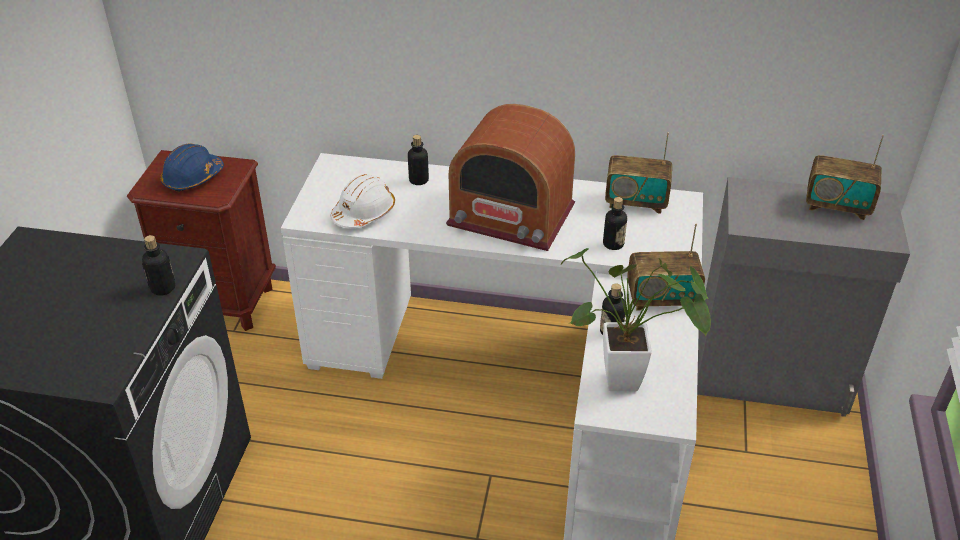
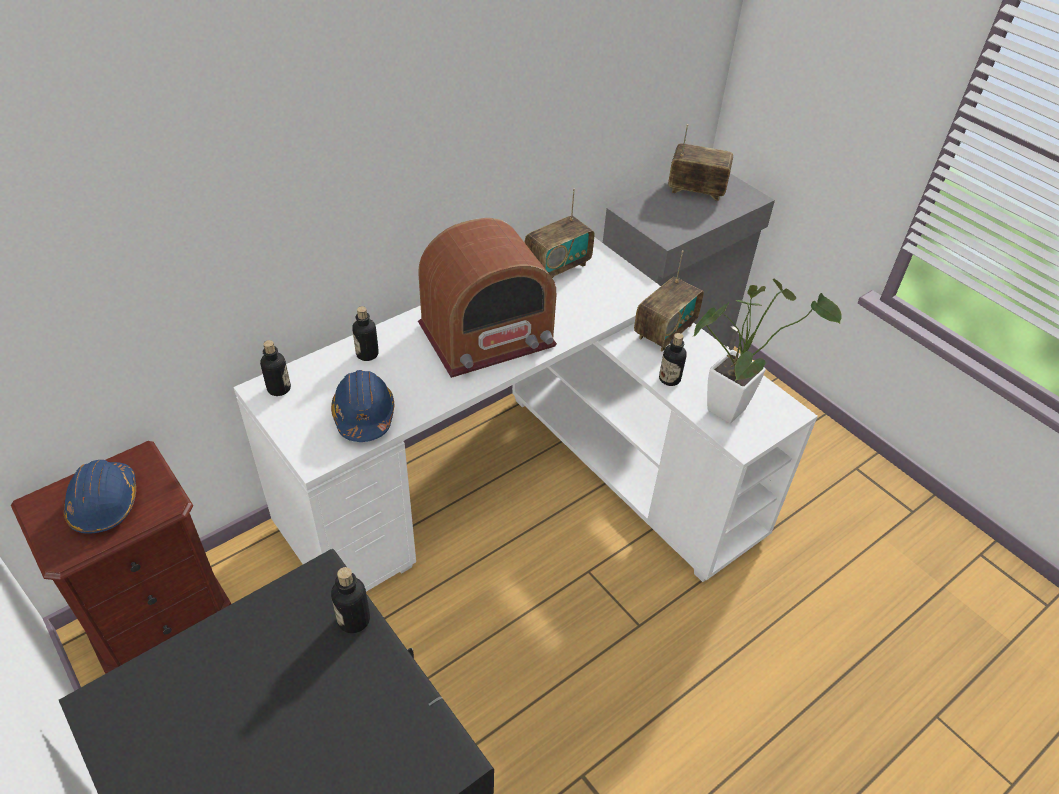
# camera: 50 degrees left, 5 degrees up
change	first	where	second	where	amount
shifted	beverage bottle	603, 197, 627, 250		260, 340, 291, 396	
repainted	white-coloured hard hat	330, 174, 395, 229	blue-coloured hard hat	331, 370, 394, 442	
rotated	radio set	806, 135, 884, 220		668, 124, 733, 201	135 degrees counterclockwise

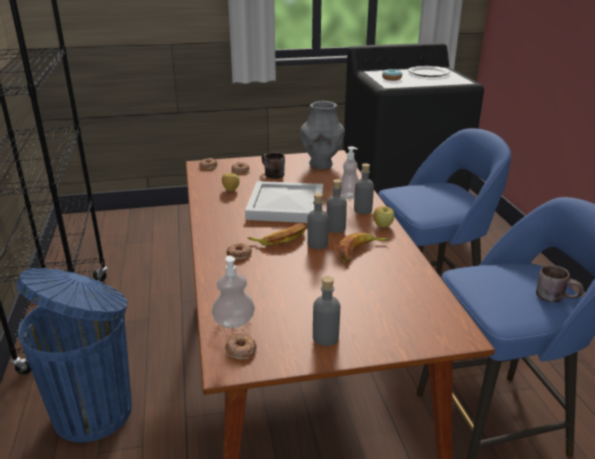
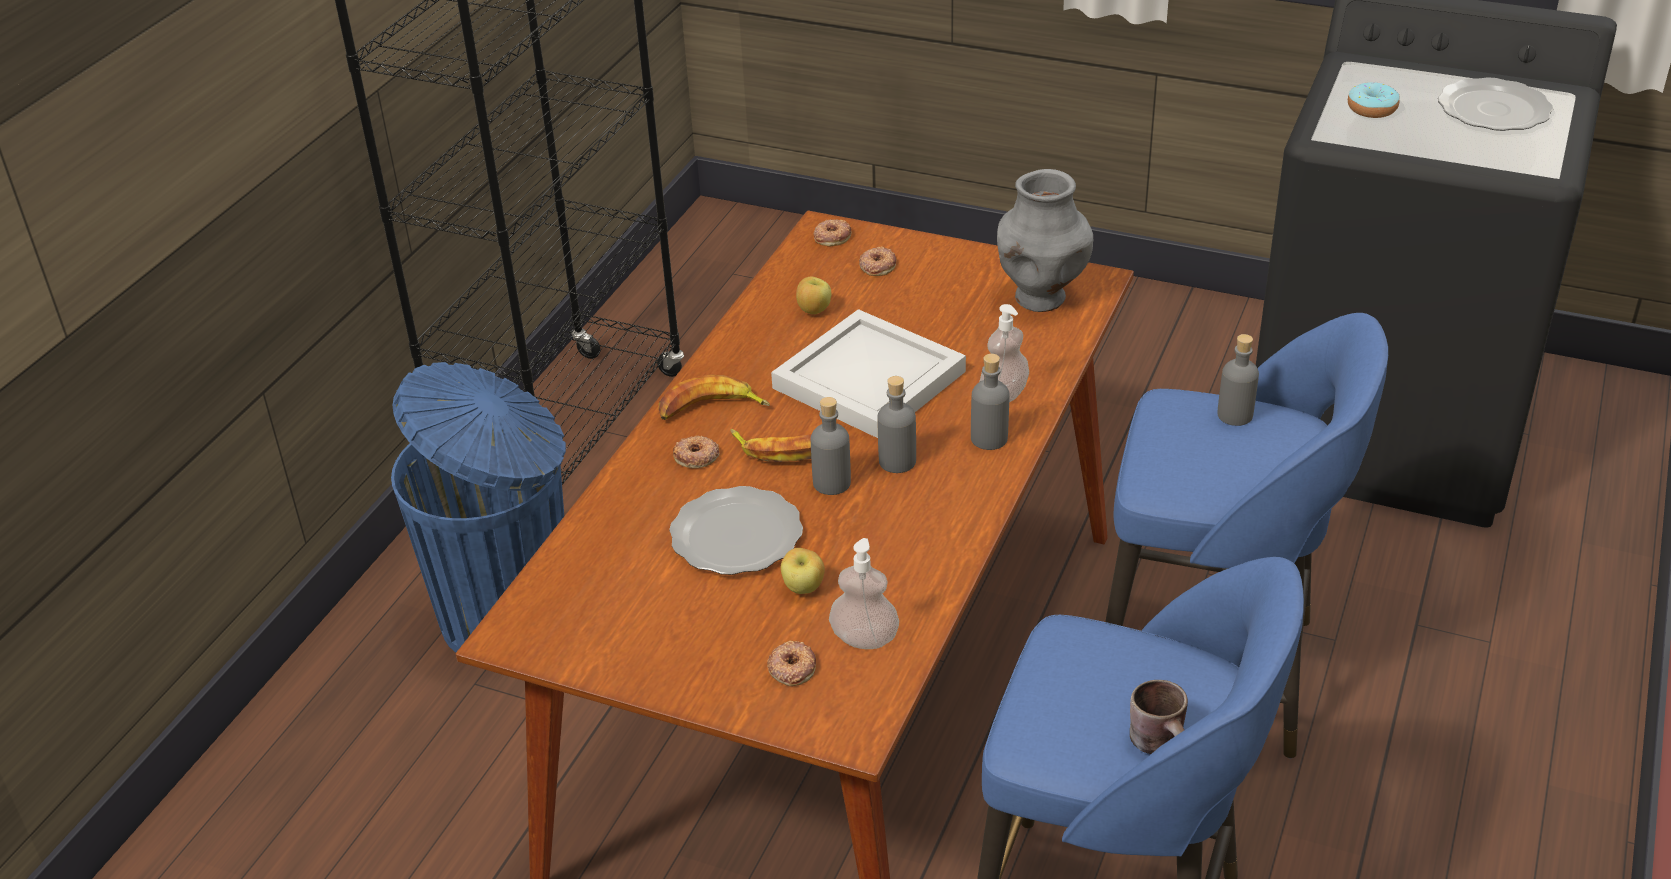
# camera: 35 degrees right, 10 degrees up
change	first	where	second	where	amount
gone	brown tea mug	262, 152, 285, 179			
new			dinner plate	669, 486, 803, 575	
shifted	soap bottle	212, 256, 255, 328		829, 538, 899, 649	
shifted	ring doughnut	225, 333, 257, 359		767, 641, 816, 686	
shifted	grey beverage bottle	313, 276, 340, 346		1217, 334, 1259, 426	
shifted	whole banana	339, 233, 390, 262		659, 375, 770, 420	
shifted	apple	373, 206, 394, 228		781, 548, 825, 594	

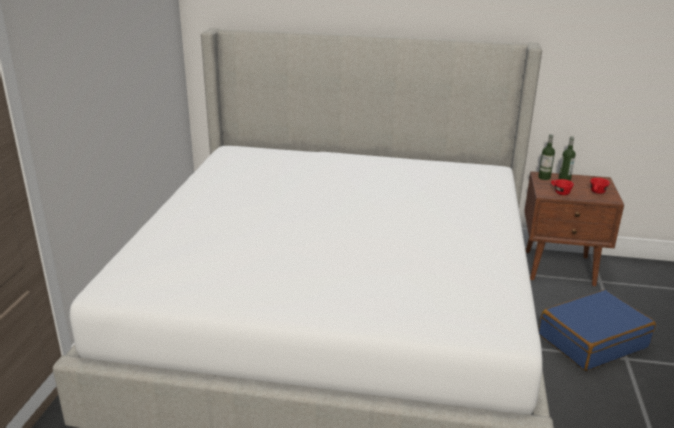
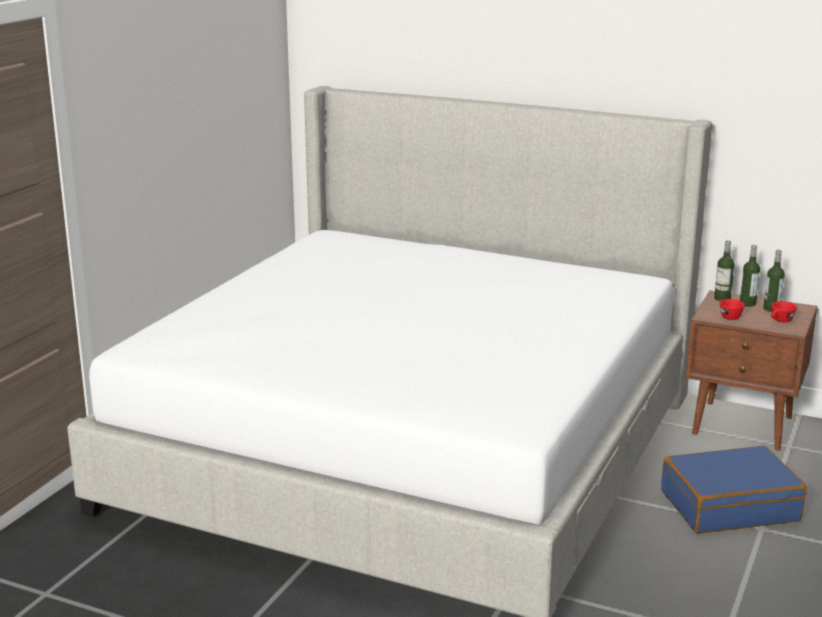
# camera: 15 degrees right, 5 degrees down
change	first	where	second	where	amount
new			beverage bottle	763, 250, 785, 312	

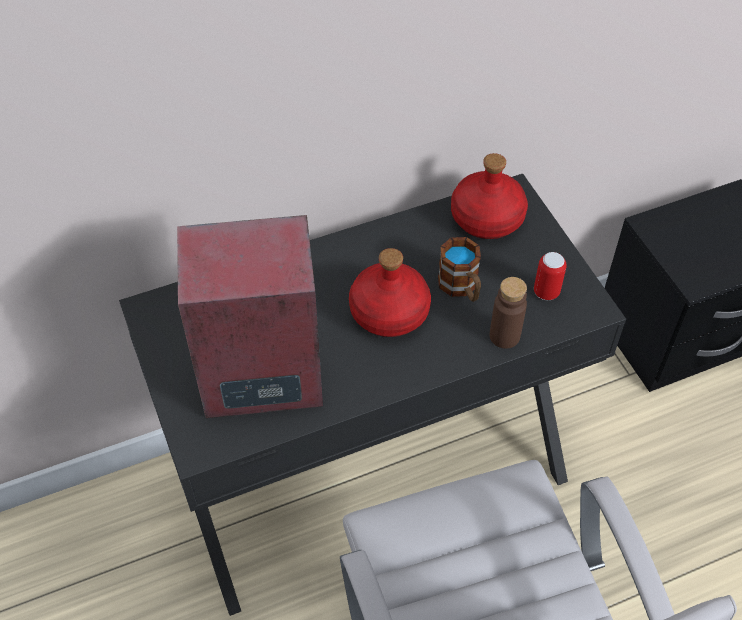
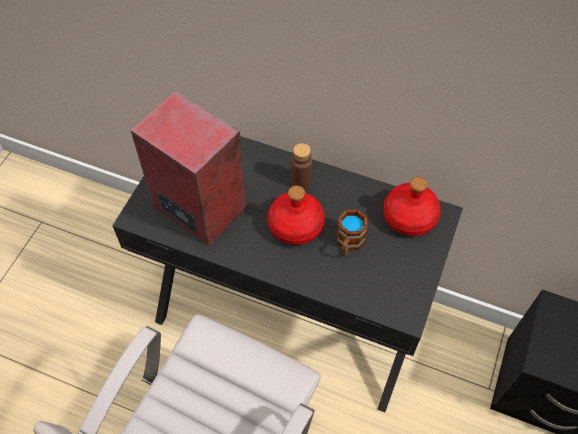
# camera: 45 degrees right, 5 degrees up
change	first	where	second	where	amount
gone	metal can	534, 252, 567, 300			
shifted	brown beverage bottle	490, 277, 527, 349		291, 143, 312, 190	

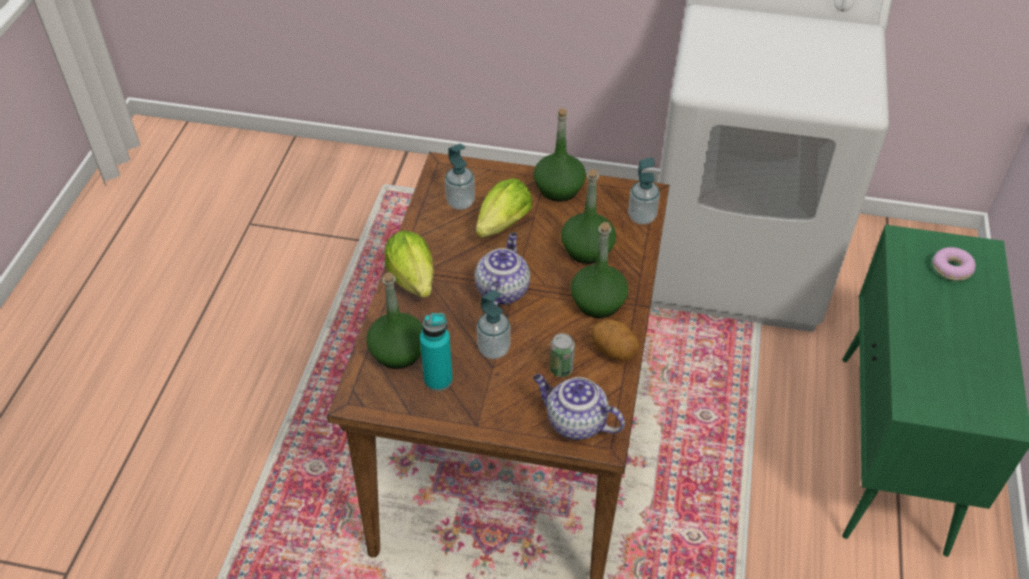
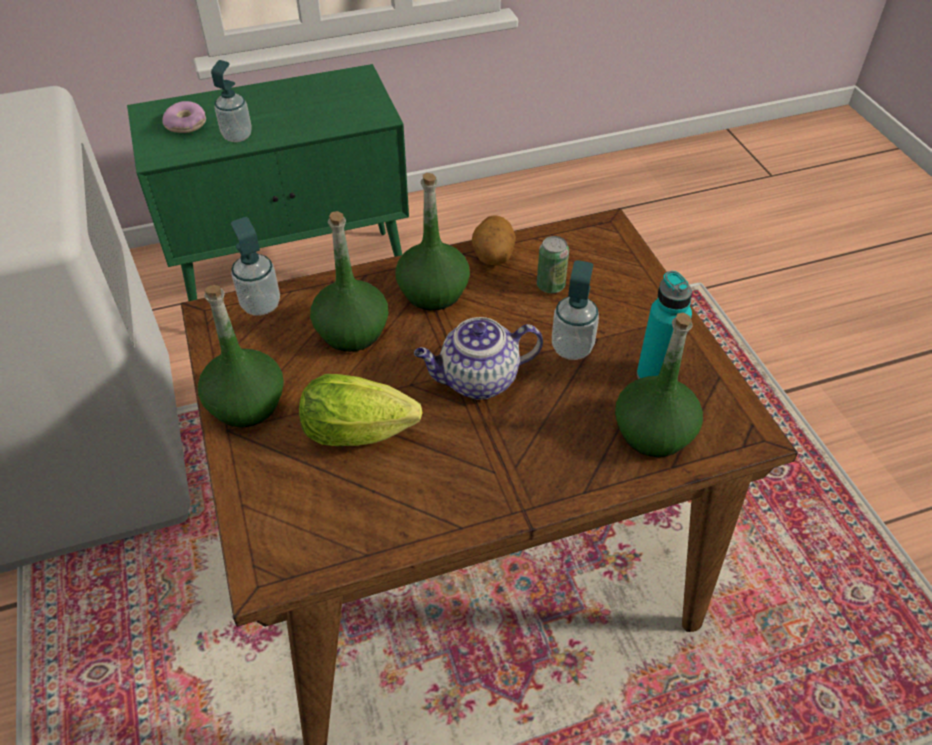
# camera: 120 degrees left, 0 degrees up
change	first	where	second	where	amount
gone	lettuce	384, 231, 434, 298			
gone	pot for tea	533, 374, 625, 440			
shifted	soap bottle	445, 144, 475, 210		211, 60, 252, 142	

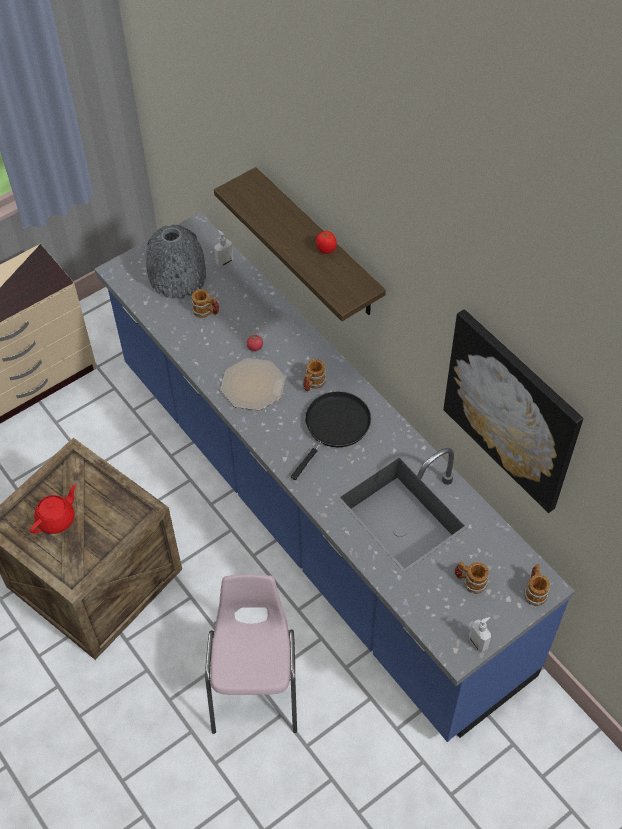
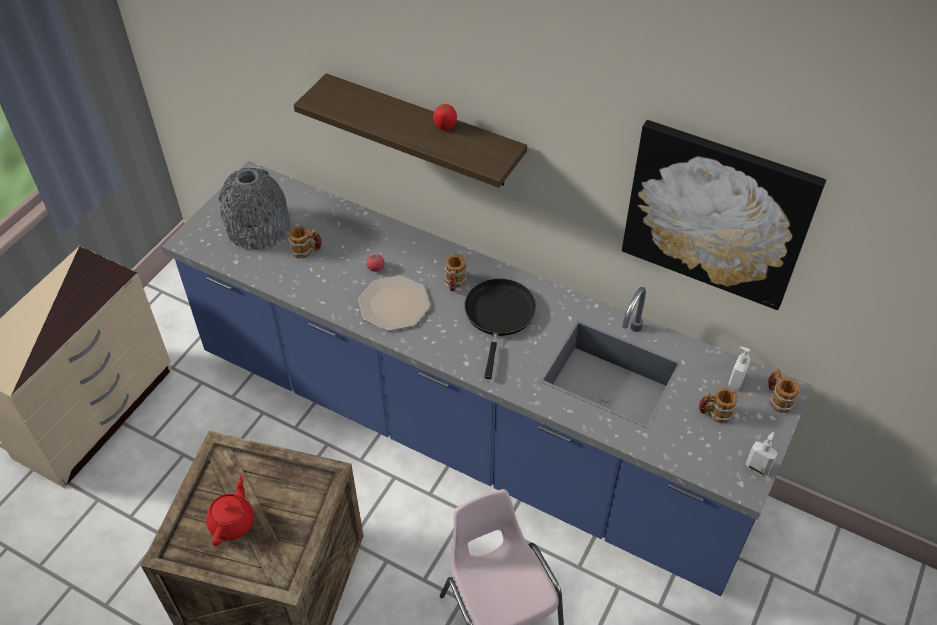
# camera: 25 degrees left, 5 degrees down
change	first	where	second	where	amount
shifted	soap bottle	214, 230, 234, 267		728, 346, 751, 390	

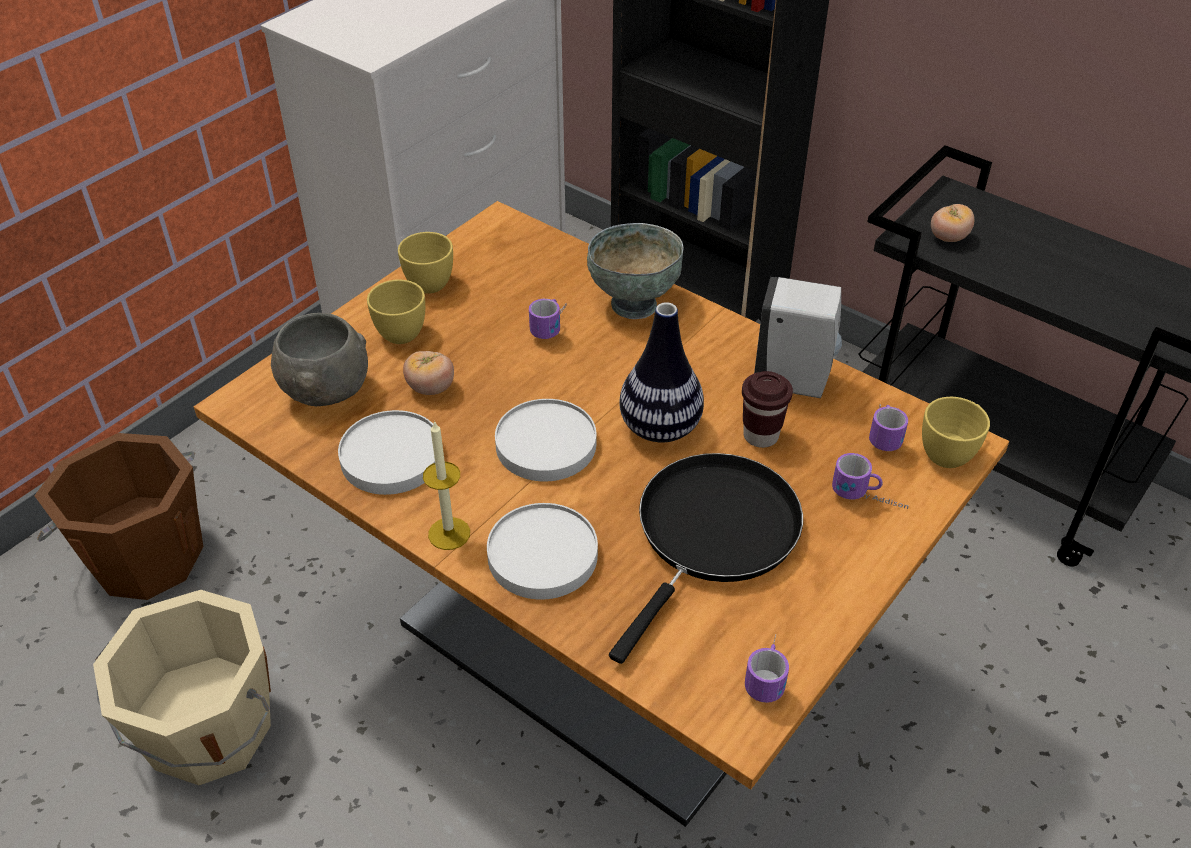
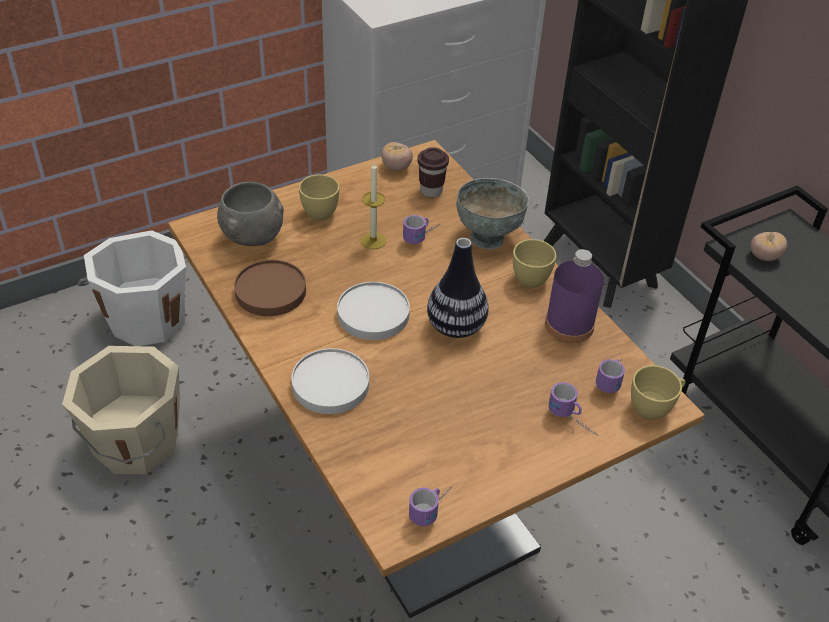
# camera: 20 degrees right, 0 degrees up
change	first	where	second	where	amount
gone	blackish skillet	609, 453, 803, 664			
shifted	yellow small cup	398, 232, 453, 294		513, 239, 556, 288	
shifted	whole tomato	403, 351, 454, 395		381, 142, 413, 171	
shifted	wax light	423, 421, 470, 550		361, 162, 386, 249	
shifted	brown small cup	742, 371, 793, 448		418, 147, 449, 197	
swapped	white-coloured soap bottle	754, 277, 842, 398	purple beverage bottle	545, 249, 604, 343	
repainted	brown pail	34, 433, 204, 600	white-coloured pail	77, 230, 189, 346	
repainted	white-coloured dinner plate	338, 410, 435, 495	brown dinner plate	234, 260, 306, 316	

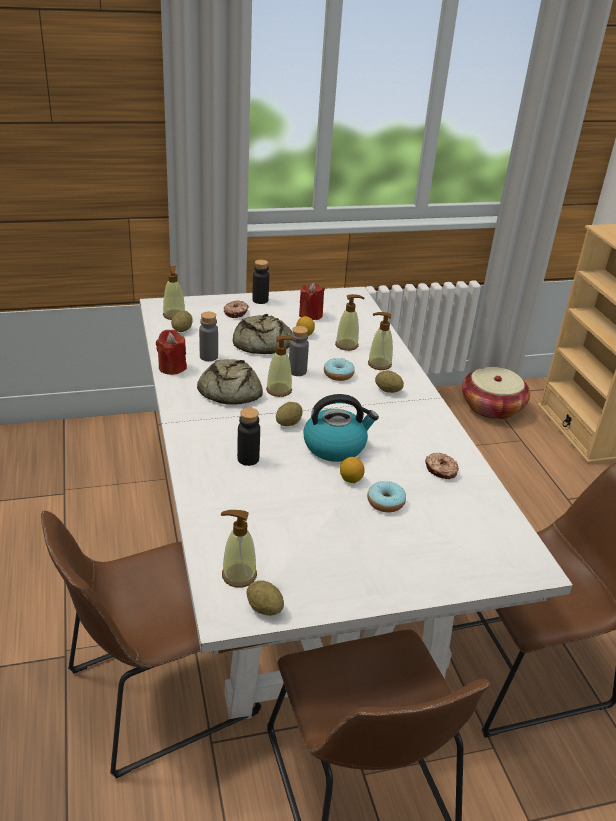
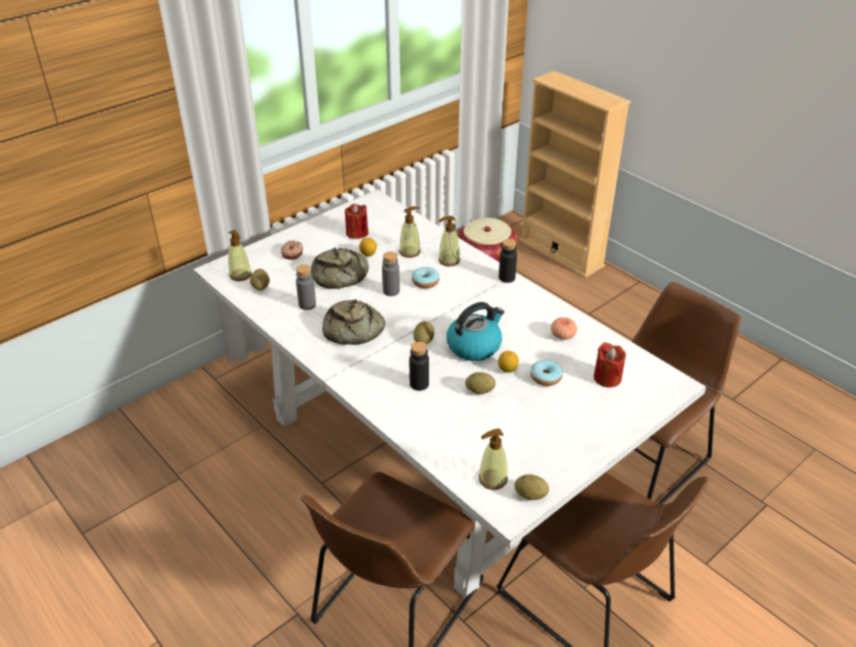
# camera: 25 degrees left, 5 degrees up
change	first	where	second	where	amount
gone	soap bottle	266, 336, 296, 397			
shifted	red-coloured wax light	156, 330, 187, 375		594, 342, 626, 387	
shifted	blackish beverage bottle	252, 260, 269, 304		499, 239, 517, 283	
shifted	potato	375, 370, 404, 393		465, 372, 496, 394	
swapped	ring doughnut	425, 453, 459, 479	whole tomato	551, 317, 577, 340	

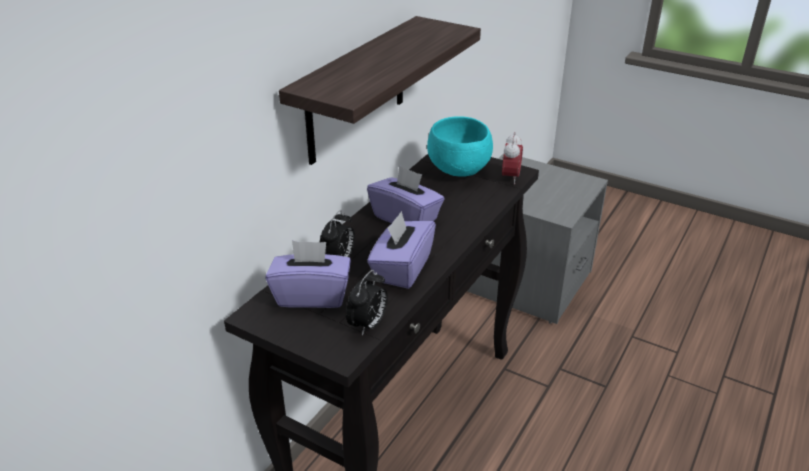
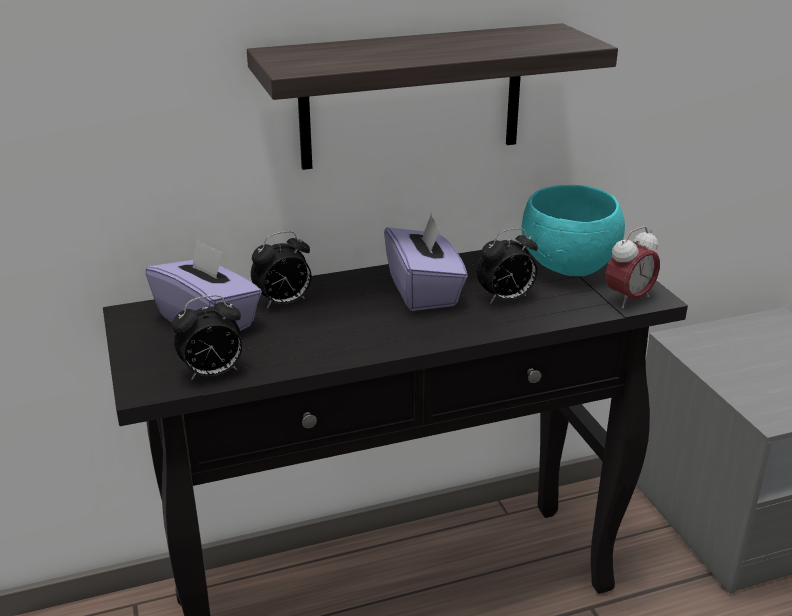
# camera: 40 degrees right, 5 degrees down
change	first	where	second	where	amount
gone	purple box of tissues	367, 211, 436, 289			
new			table clock	477, 228, 538, 304	

